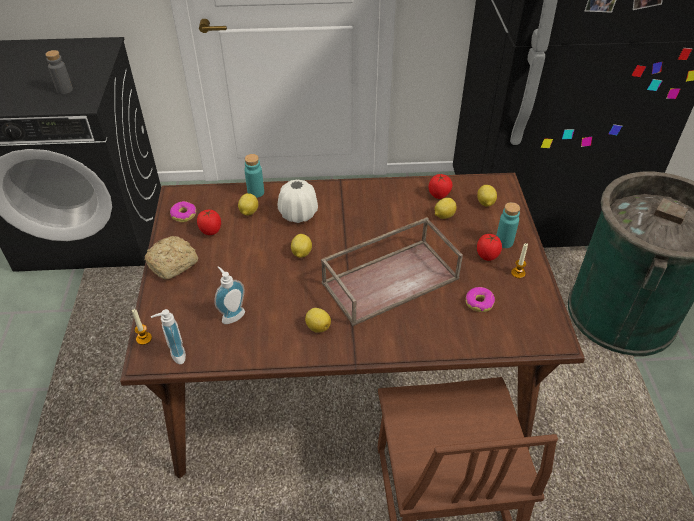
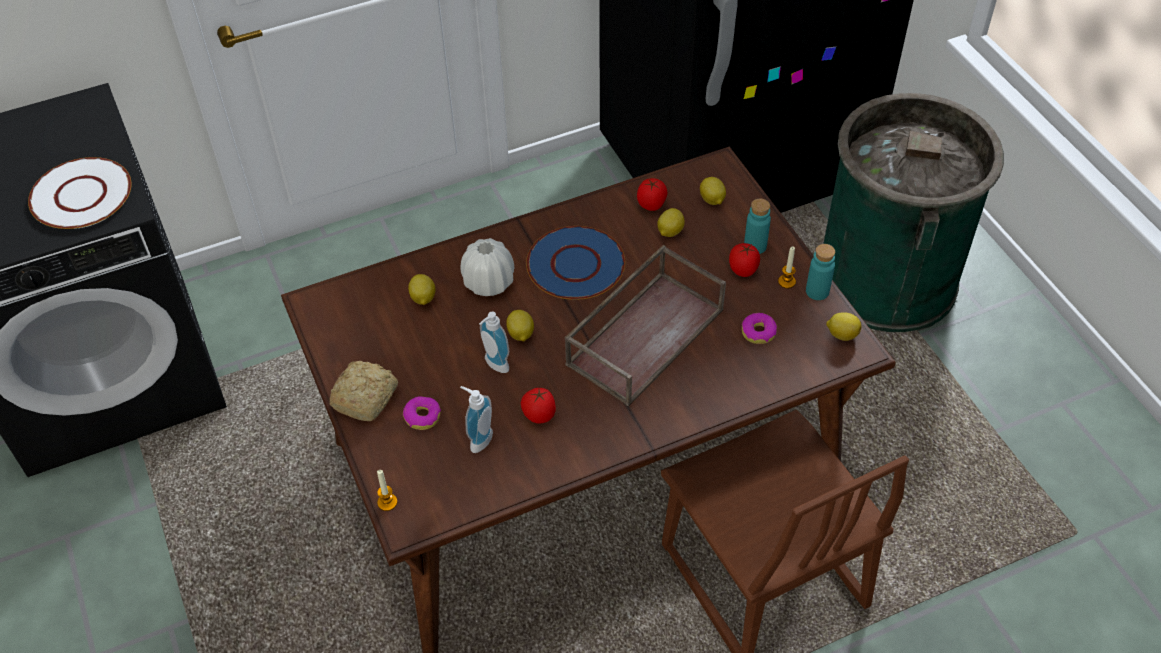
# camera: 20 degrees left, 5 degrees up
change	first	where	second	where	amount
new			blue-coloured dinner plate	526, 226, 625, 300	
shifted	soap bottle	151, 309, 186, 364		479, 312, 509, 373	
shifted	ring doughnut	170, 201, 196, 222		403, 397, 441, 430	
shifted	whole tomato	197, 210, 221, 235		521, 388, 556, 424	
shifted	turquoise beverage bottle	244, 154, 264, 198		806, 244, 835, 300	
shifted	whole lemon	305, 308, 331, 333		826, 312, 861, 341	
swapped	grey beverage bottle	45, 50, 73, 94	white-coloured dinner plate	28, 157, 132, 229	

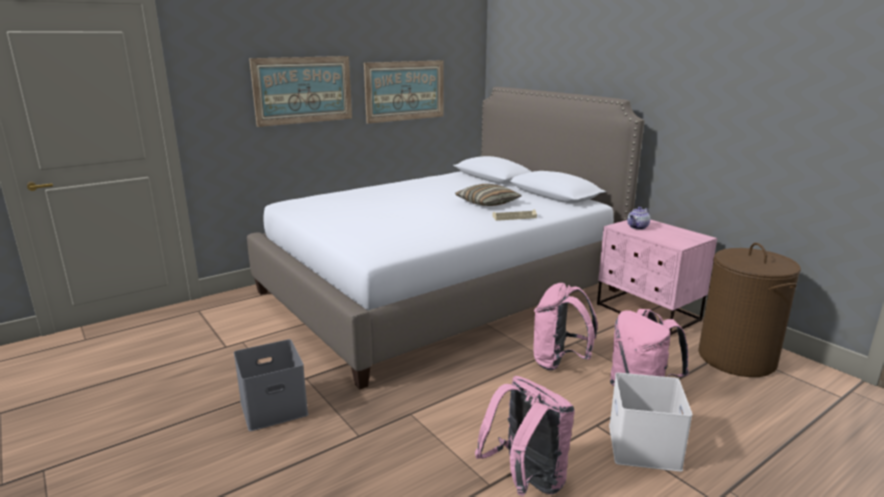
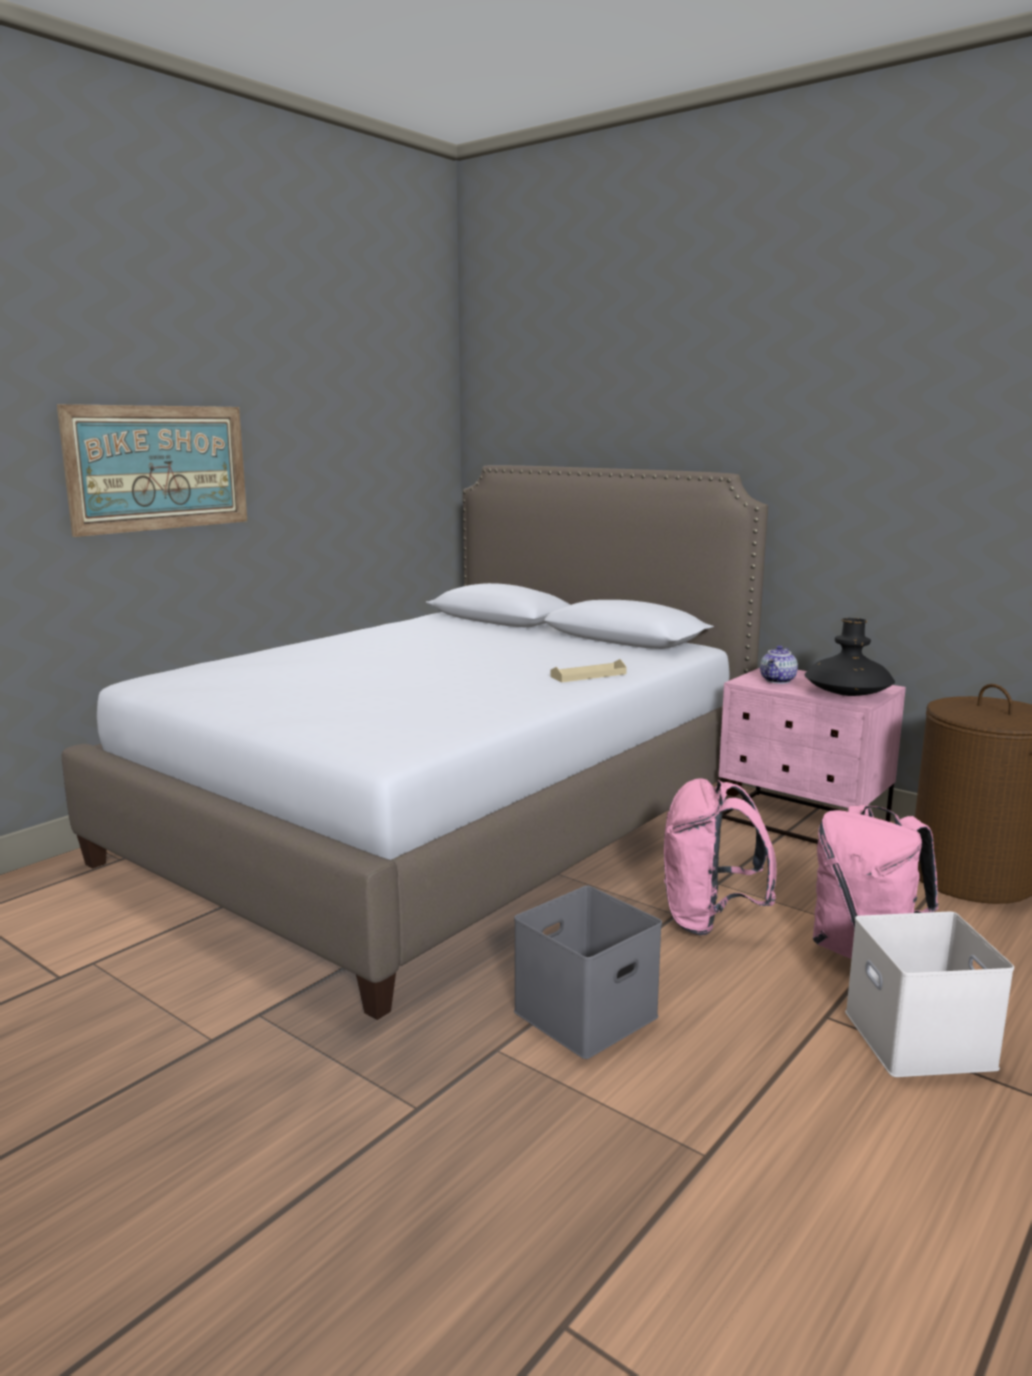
# camera: 15 degrees left, 5 degrees down
change	first	where	second	where	amount
gone	picture	364, 60, 444, 124			
gone	throw pillow	455, 184, 522, 206			
gone	pink-coloured backpack	475, 376, 575, 496			
new			blackish decorative vase	805, 618, 895, 696	
shifted	grey storage box	234, 339, 309, 431		514, 886, 662, 1059	

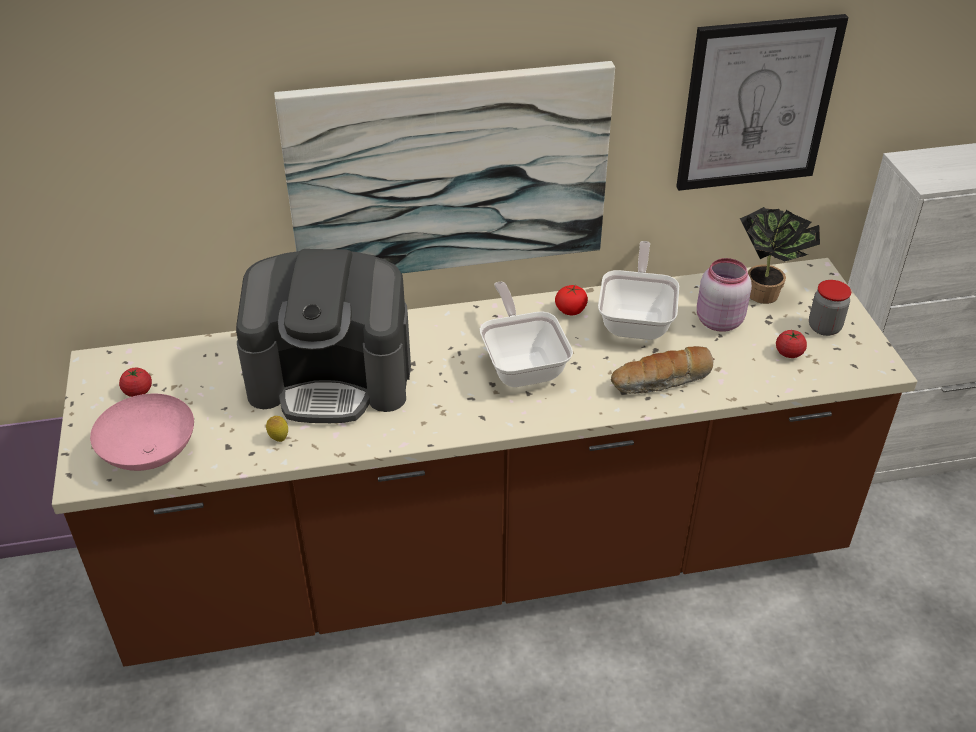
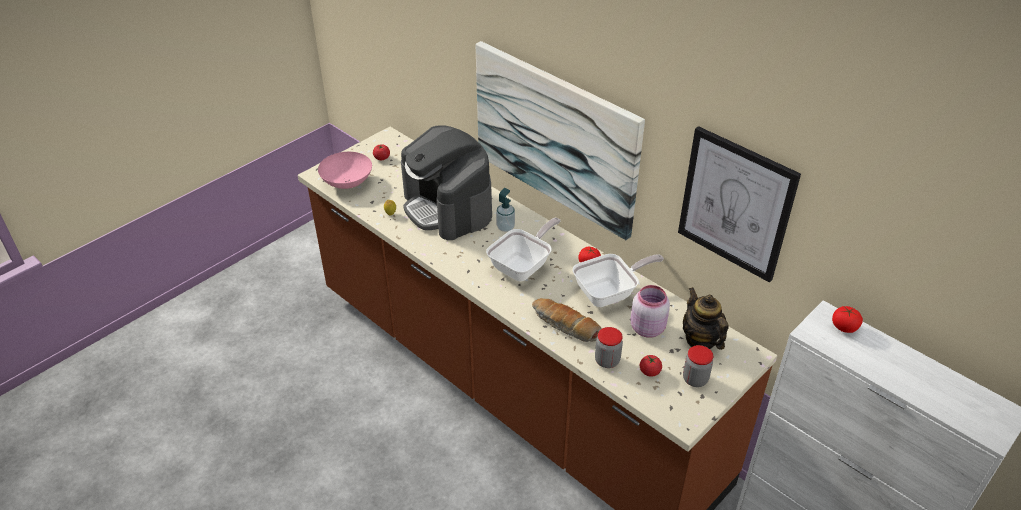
# camera: 55 degrees right, 0 degrees up
change	first	where	second	where	amount
new			soap bottle	496, 188, 515, 232	
new			jar	595, 327, 623, 368	
new			whole tomato	832, 306, 863, 333	
swapped	potted plant	740, 207, 820, 304	pot for tea	683, 287, 728, 350	

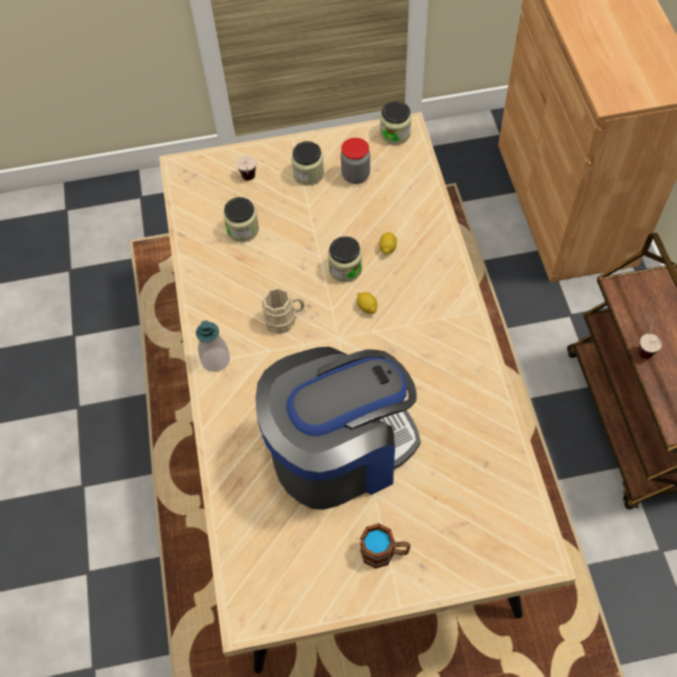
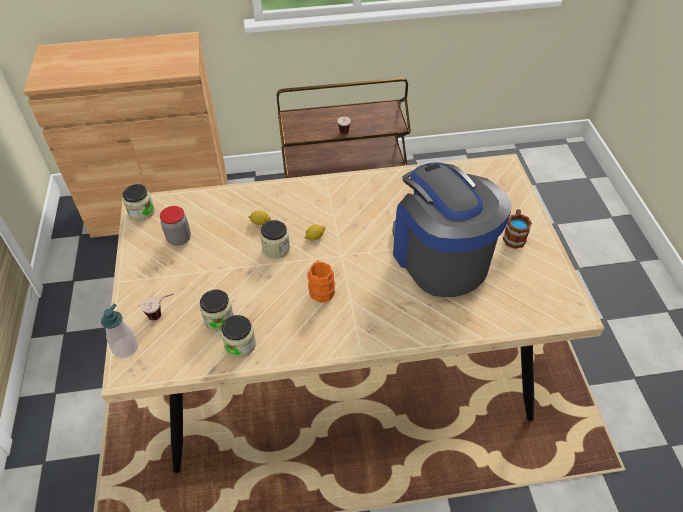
# camera: 90 degrees left, 10 degrees down
change	first	where	second	where	amount
shifted	soap bottle	196, 320, 230, 372		101, 304, 138, 358	
shifted	jar	291, 141, 324, 186		221, 315, 256, 358	
repainted	beige-coloured tea mug	262, 288, 305, 334	orange-coloured tea mug	308, 260, 335, 303	

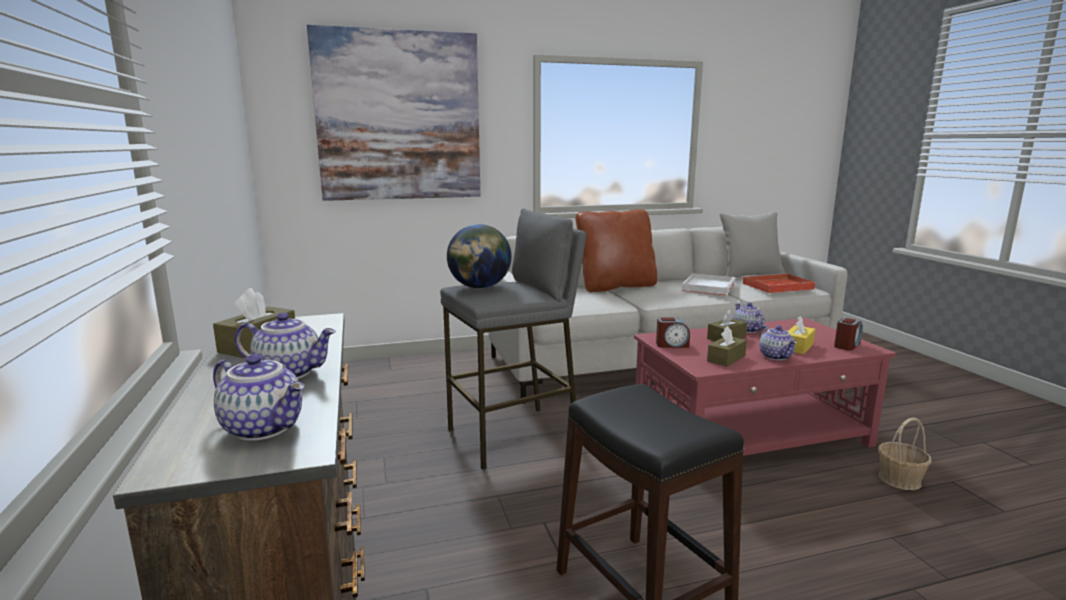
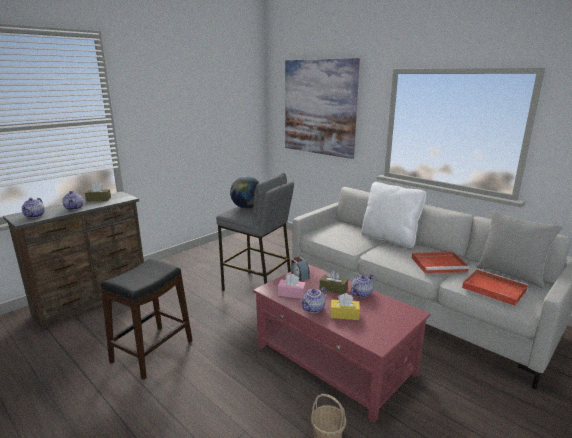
# camera: 60 degrees right, 5 degrees up
change	first	where	second	where	amount
gone	table clock	834, 318, 863, 351			
repainted	brown throw pillow	576, 209, 657, 292	white-coloured throw pillow	361, 182, 426, 248	
repainted	white-coloured serving tray	682, 273, 736, 296	red-coloured serving tray	412, 251, 470, 274	
repainted	brown box of tissues	707, 326, 747, 367	pink-coloured box of tissues	278, 274, 306, 299	

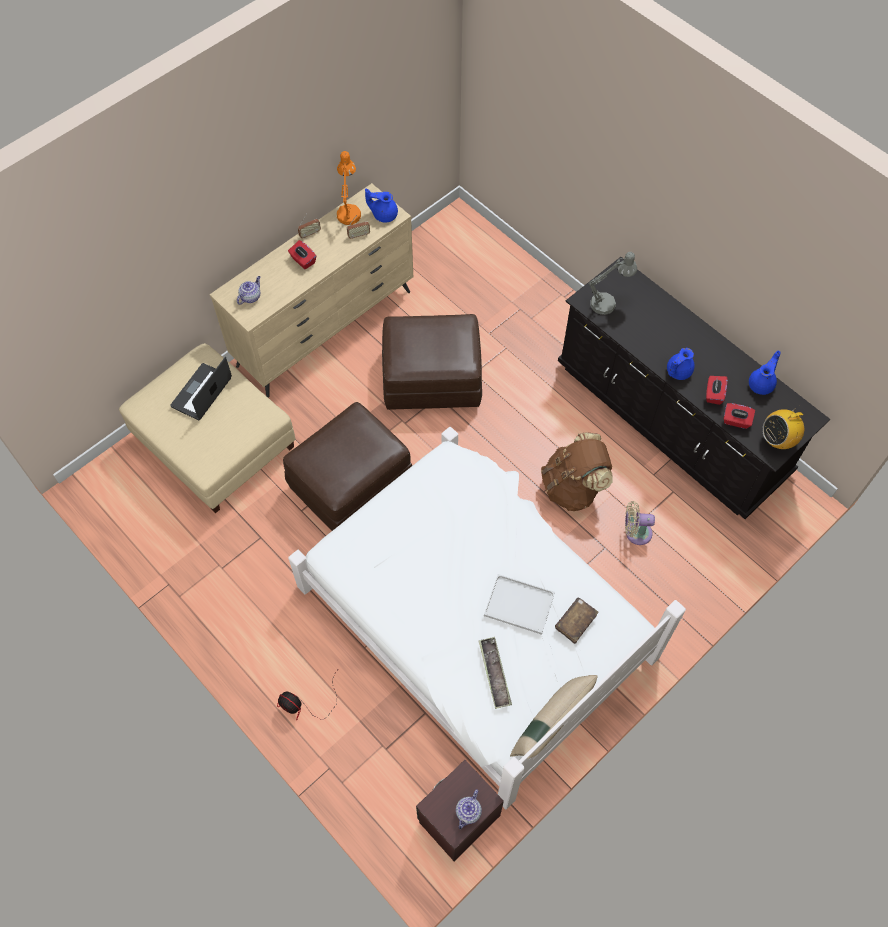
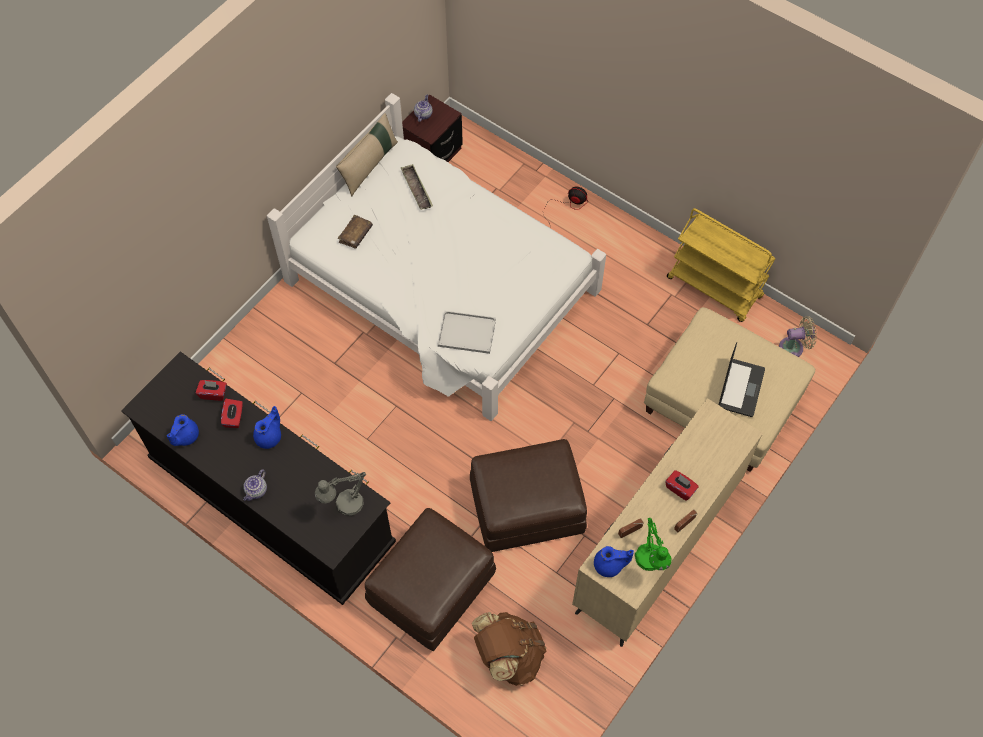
# camera: 170 degrees right, 0 degrees up
change	first	where	second	where	amount
gone	radio set	762, 405, 804, 449			
new			yellow wheeled cart	667, 208, 776, 322	
shifted	pot for tea	237, 276, 260, 305		243, 469, 267, 501	
shifted	brown pouffe	283, 402, 412, 531		365, 508, 496, 651	
shifted	white-coloured serving tray	484, 574, 555, 635		438, 311, 496, 354	
shifted	brown backpack	541, 432, 613, 511		472, 612, 547, 686	
shifted	beige-coloured fan	625, 501, 655, 545		779, 316, 817, 357	
repainted	orange-coloured table lamp	337, 151, 361, 225	greenish table lamp	635, 518, 671, 571	

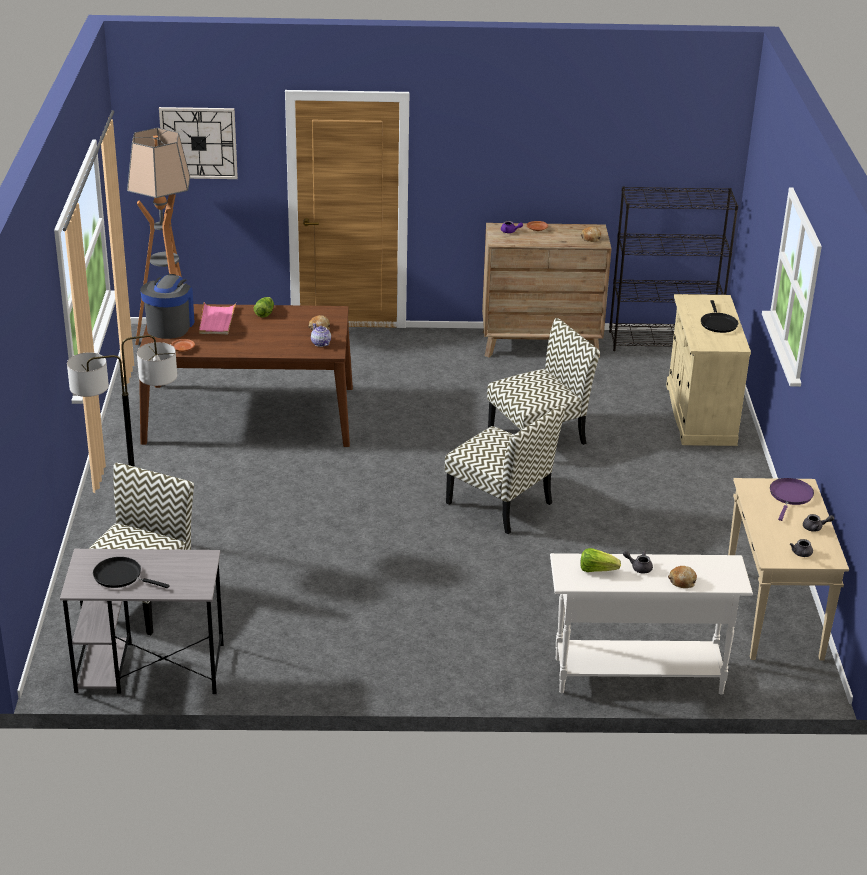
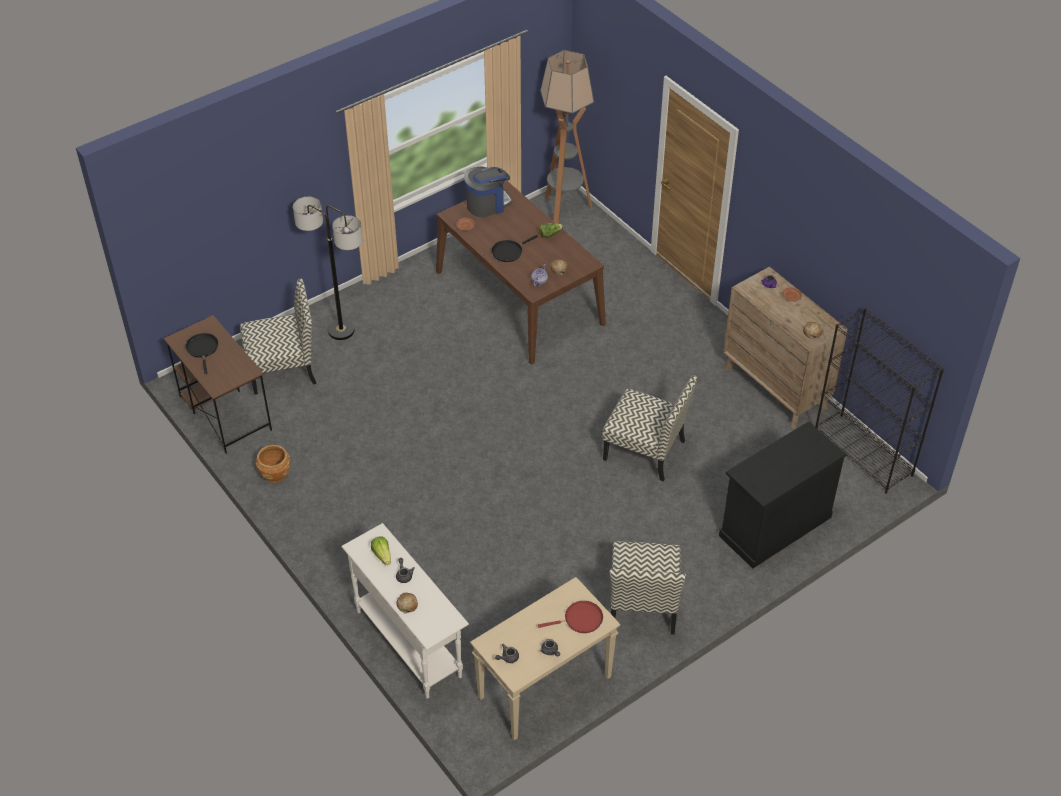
# camera: 55 degrees right, 15 degrees up
change	first	where	second	where	amount
gone	clock on the wall	159, 107, 238, 179			
gone	pink-coloured serving tray	199, 302, 236, 334			
new			brown flower pot	256, 445, 290, 483	
shifted	plain chair	445, 405, 565, 534		609, 541, 686, 635	
shifted	blackish skillet	701, 300, 738, 333		492, 235, 538, 262	
repainted	grey desk unit	60, 549, 224, 694	brown desk unit	164, 315, 272, 454	
repainted	beige-coloured cabinet	666, 294, 751, 446	blackish cabinet	719, 421, 847, 569	
repainted	purple skillet	770, 478, 814, 521	red-coloured skillet	538, 601, 603, 633	

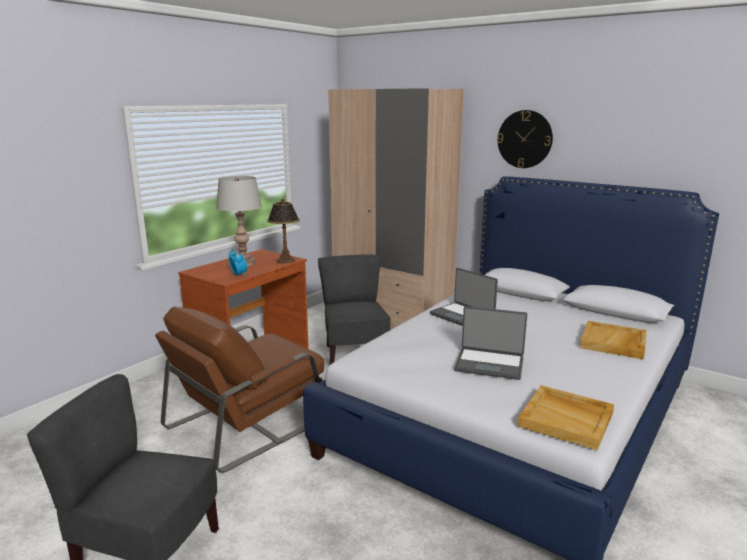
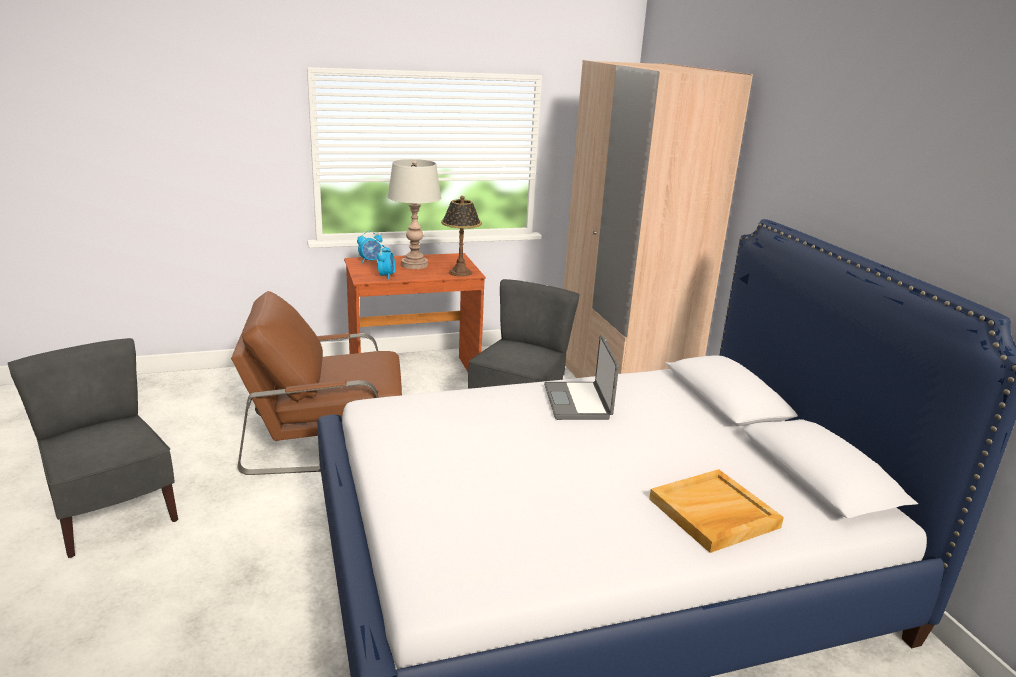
# camera: 35 degrees right, 5 degrees up
change	first	where	second	where	amount
gone	laptop	454, 306, 527, 380			
gone	clock on the wall	497, 110, 553, 168			
gone	beige-coloured serving tray	518, 385, 614, 450			
new			table clock	357, 231, 382, 263	

